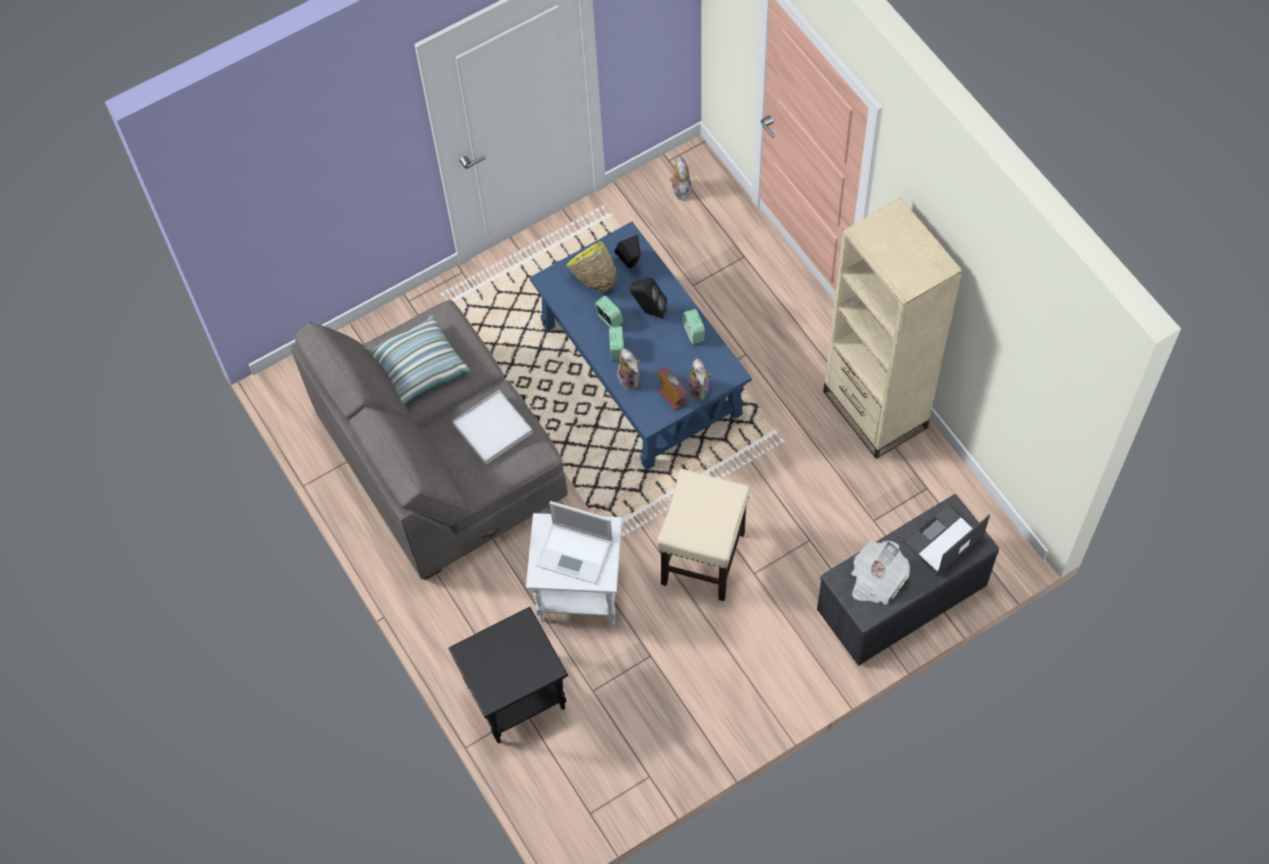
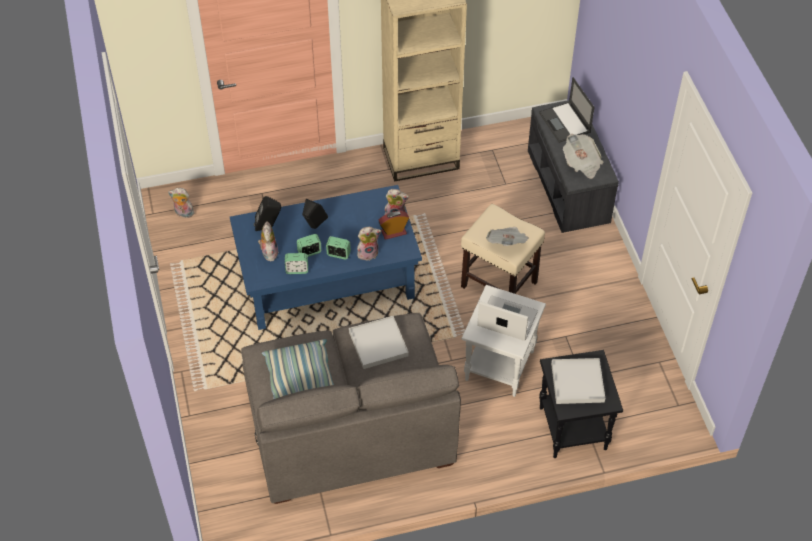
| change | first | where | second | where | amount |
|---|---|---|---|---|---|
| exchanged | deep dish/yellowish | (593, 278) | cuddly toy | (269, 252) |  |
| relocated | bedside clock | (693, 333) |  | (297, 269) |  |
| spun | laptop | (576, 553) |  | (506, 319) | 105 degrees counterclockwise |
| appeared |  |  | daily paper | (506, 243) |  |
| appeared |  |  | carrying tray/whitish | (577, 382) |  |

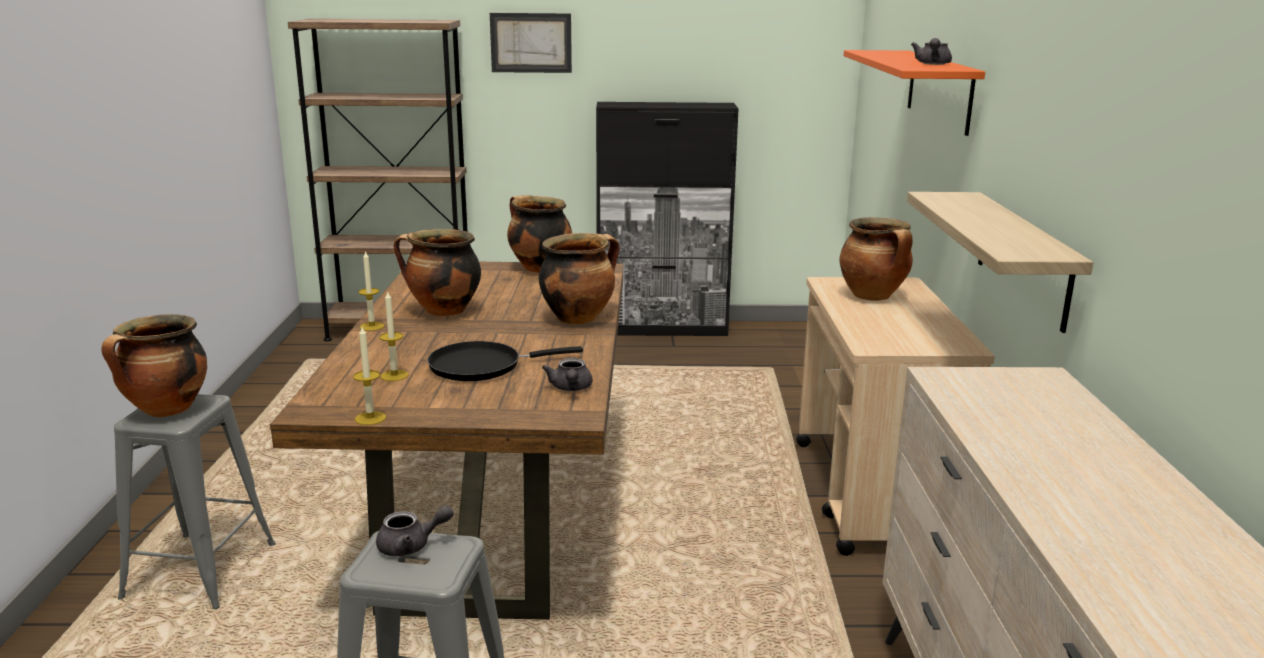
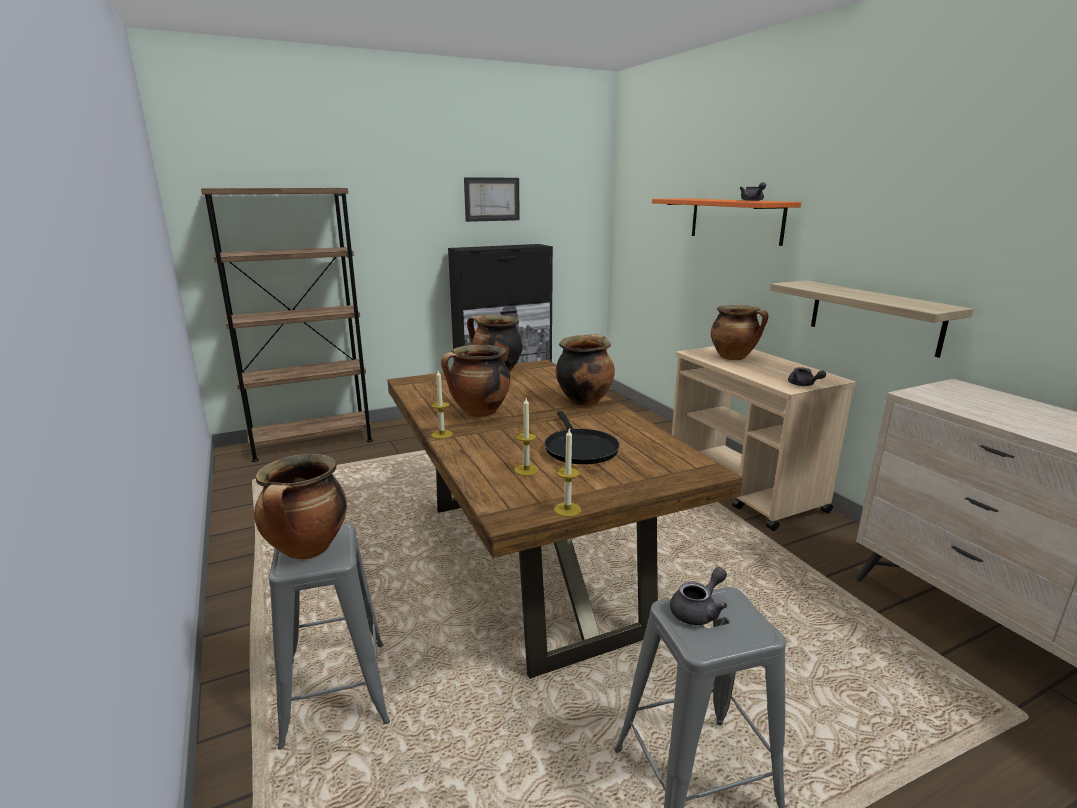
| change | first | where | second | where | amount |
|---|---|---|---|---|---|
| relocated | wall art | (531, 42) |  | (492, 199) |  |
| spun | skillet/black | (482, 366) |  | (579, 448) | 60 degrees counterclockwise |
| relocated | teapot/grey | (570, 388) |  | (803, 385) |  |

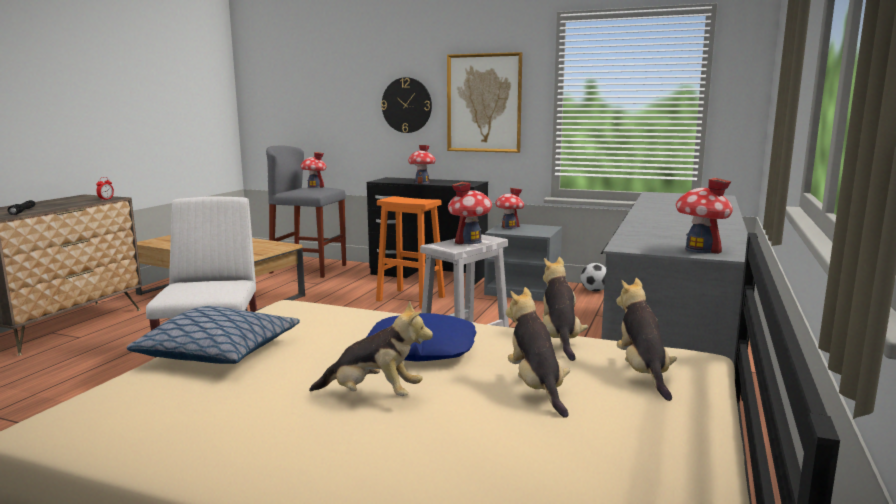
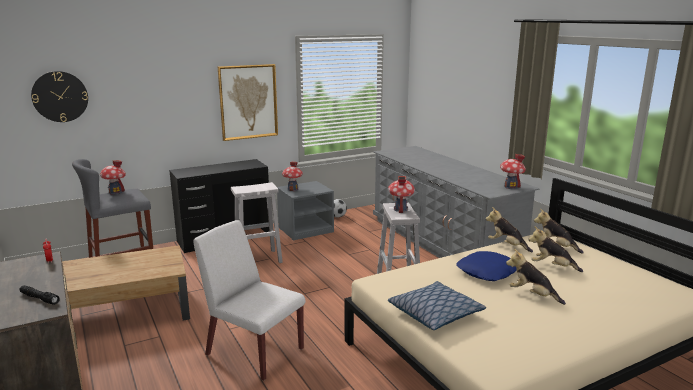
| change | first | where | second | where | amount |
|---|---|---|---|---|---|
| relocated | clock on the wall | (406, 105) |  | (60, 96) |  |
| colour | stool/orangey | (409, 298) | stool/whitish | (257, 259) |  |
| spun | cuddly toy | (373, 395) |  | (532, 295) | 105 degrees counterclockwise |
| missing | toy house | (422, 182) |  |  |  |

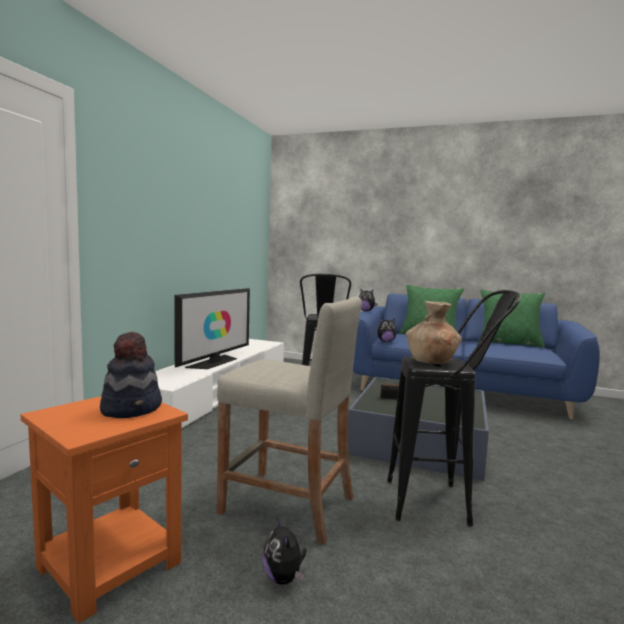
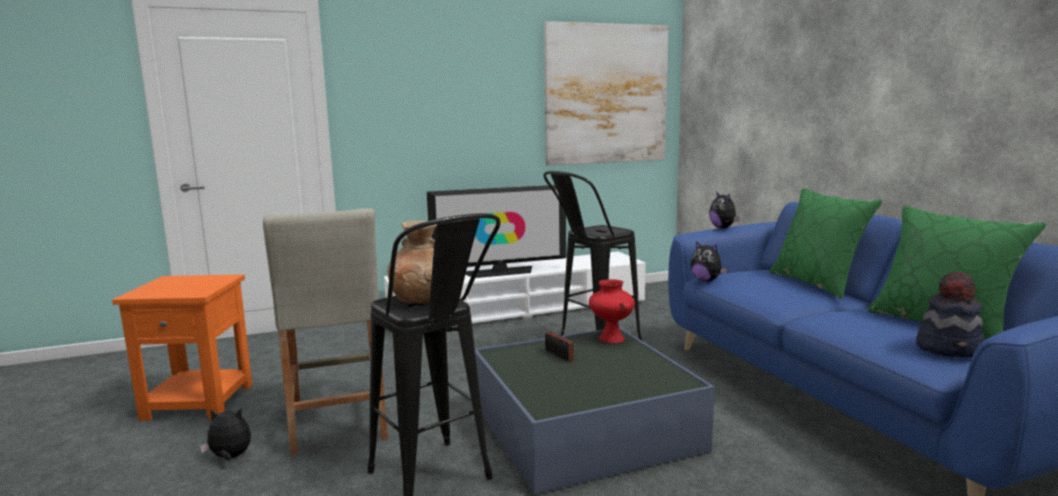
| change | first | where | second | where | amount |
|---|---|---|---|---|---|
| spun | cuddly toy | (284, 578) |  | (230, 457) | 60 degrees clockwise |
| appeared |  |  | wall art | (606, 94) |  |
| appeared |  |  | vase/reddish | (610, 338) |  |
| relocated | clothing hat | (132, 409) |  | (949, 348) |  |

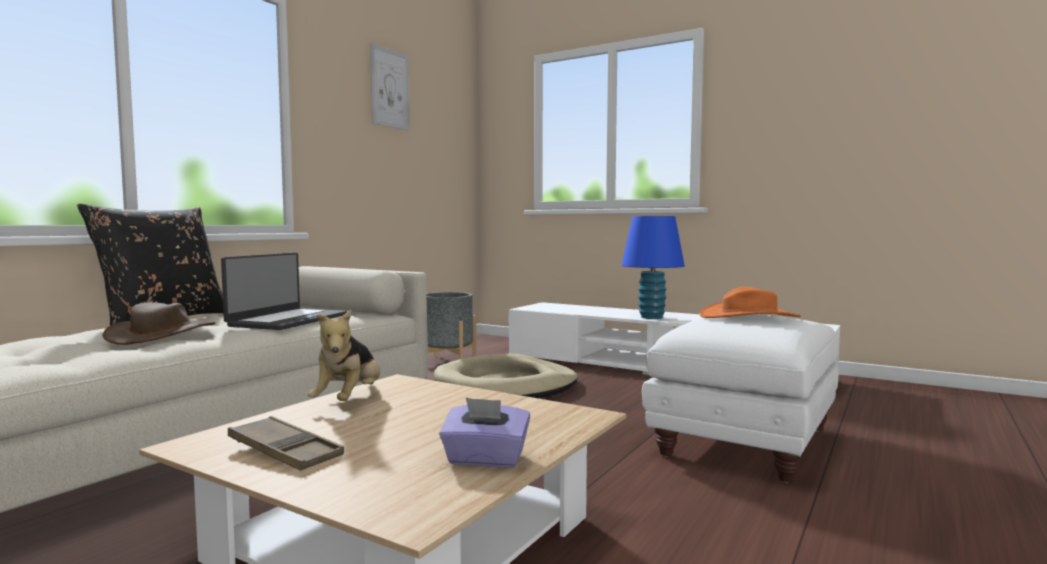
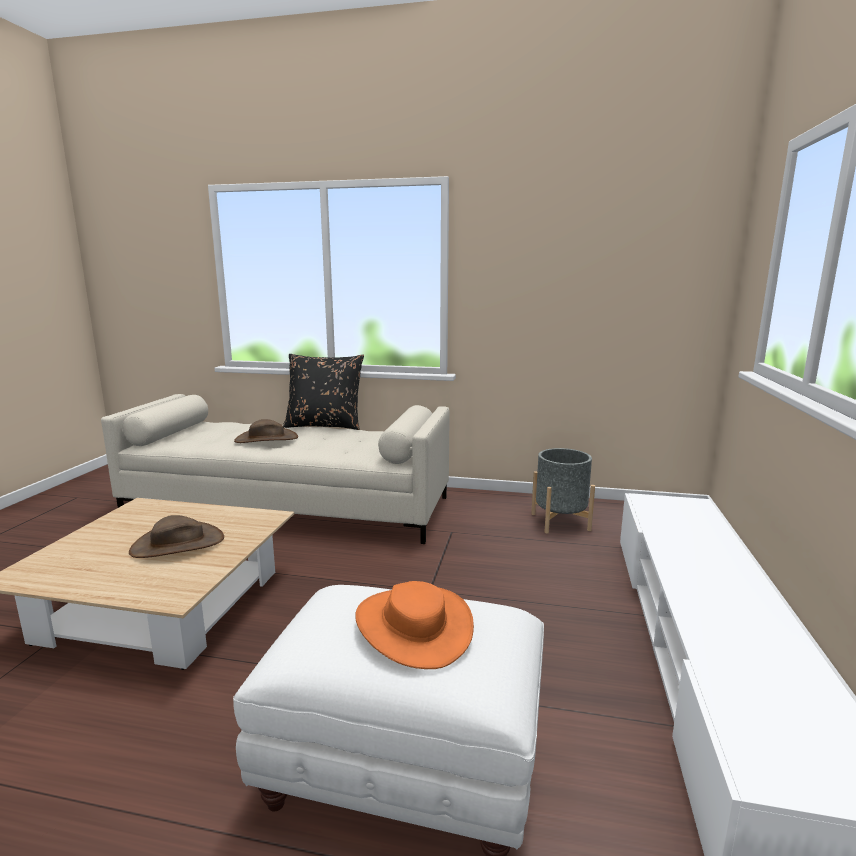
| change | first | where | second | where | amount |
|---|---|---|---|---|---|
| appeared |  |  | clothing hat/brown-coloured | (177, 544) |  |
| missing | laptop | (287, 320) |  |  |  |
| missing | carrying tray/brown-coloured | (285, 451) |  |  |  |
| missing | cuddly toy | (349, 401) |  |  |  |
| missing | wall art | (389, 88) |  |  |  |
| missing | dog cushion/beige | (506, 385) |  |  |  |
| missing | tissue box/purplish | (485, 460) |  |  |  |
| missing | tabletop lamp/blue-coloured | (651, 317) |  |  |  |

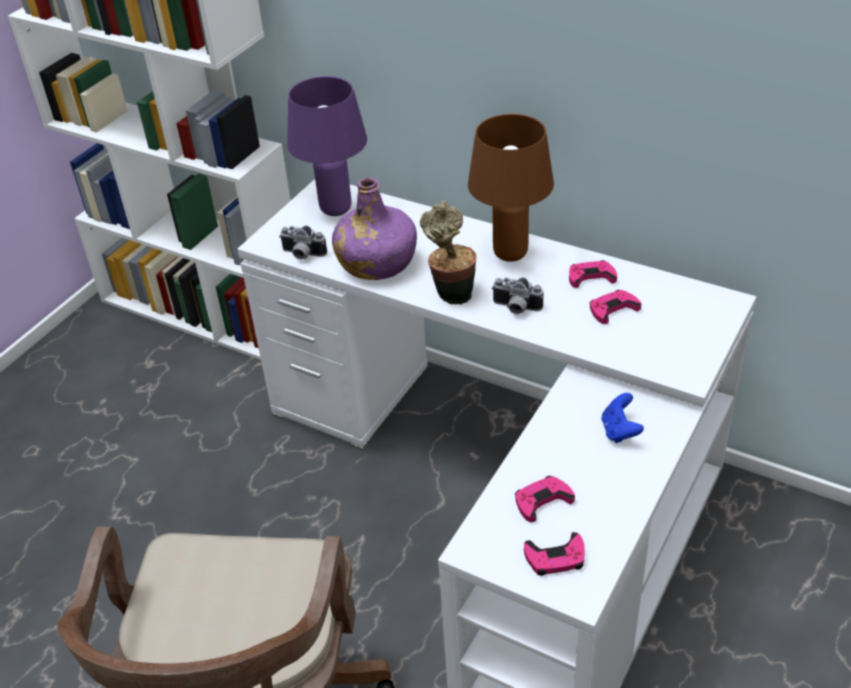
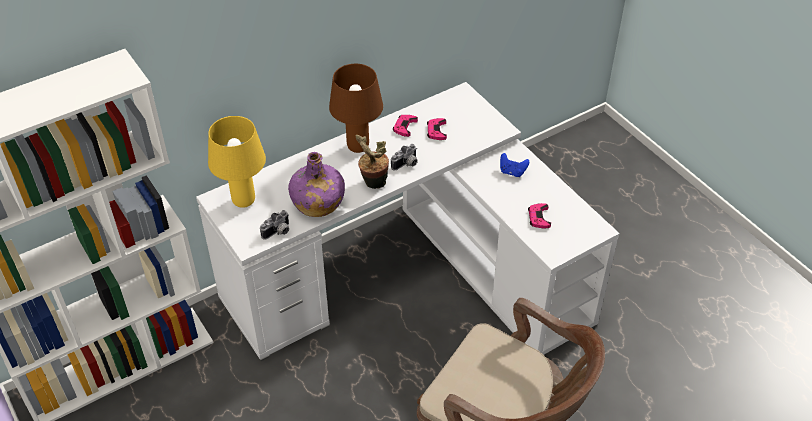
| change | first | where | second | where | amount |
|---|---|---|---|---|---|
| colour | tabletop lamp/purplish | (334, 209) | tabletop lamp/yellowish | (243, 201) |  |
| missing | joypad/pink | (555, 558) |  |  |  |

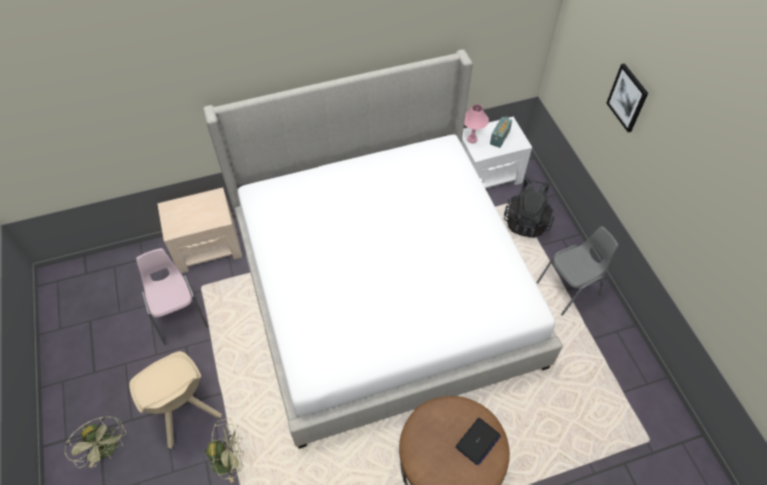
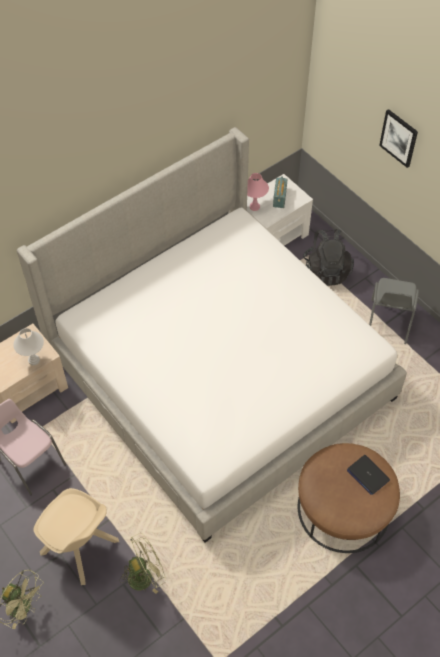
| change | first | where | second | where | amount |
|---|---|---|---|---|---|
| appeared |  |  | tabletop lamp/whitish | (34, 360) |  |
| spun | laptop | (477, 441) |  | (368, 475) | 120 degrees clockwise |
| spun | plain chair/grey | (569, 289) |  | (388, 322) | 150 degrees clockwise |

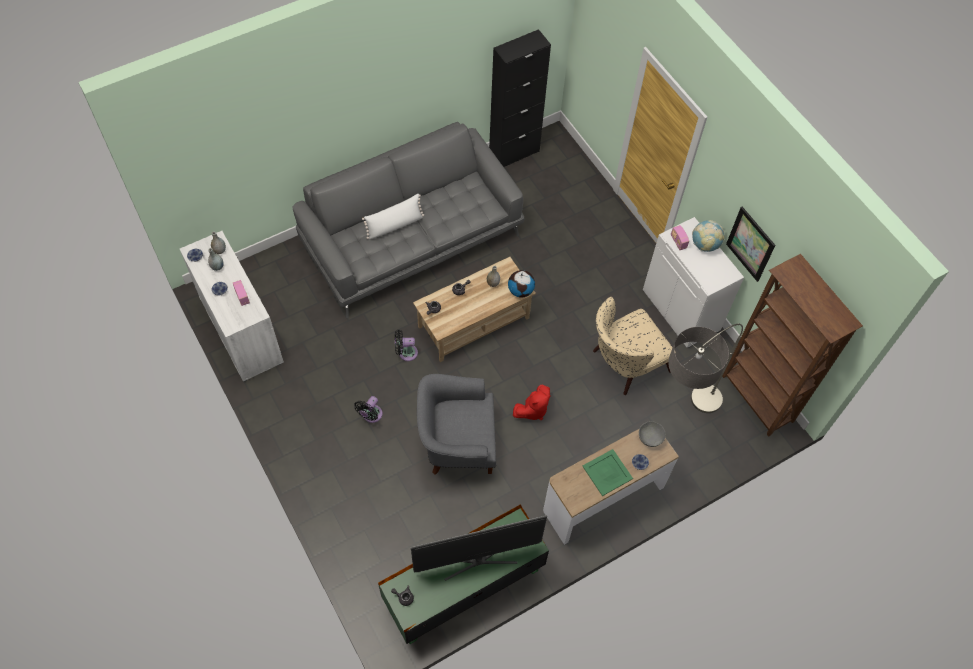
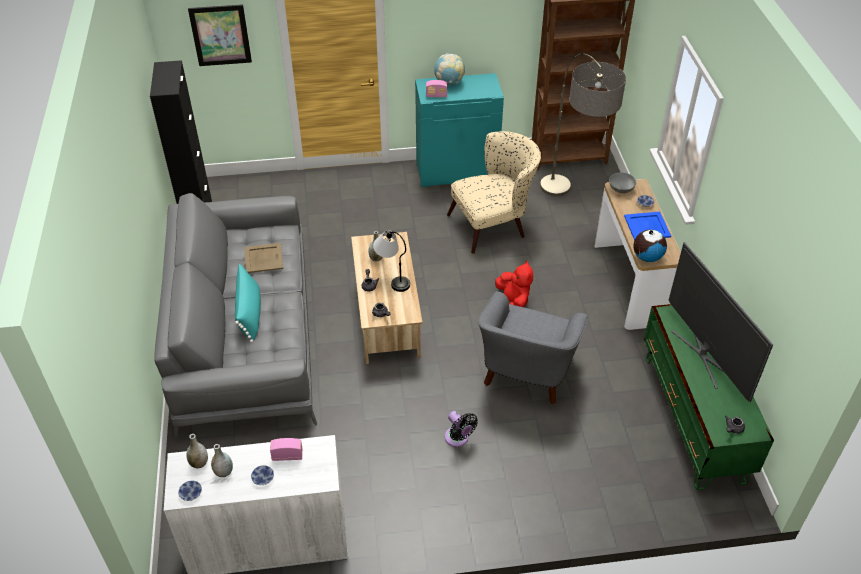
| change | first | where | second | where | amount |
|---|---|---|---|---|---|
| relocated | wall art | (750, 244) |  | (220, 35) |  |
| colour | throw pillow/whitish | (395, 225) | throw pillow/blue-green | (250, 313) |  |
| appeared |  |  | carrying tray/beige | (264, 258) |  |
| appeared |  |  | tabletop lamp | (392, 277) |  |
| colour | cupboard/whitish | (681, 310) | cupboard/blue-green | (457, 171) |  |
| spun | easy chair/beige | (624, 364) |  | (494, 224) | 105 degrees counterclockwise |
| colour | carrying tray/greenish | (608, 472) | carrying tray/blue-coloured | (647, 226) |  |
| relocated | world globe | (521, 290) |  | (647, 257) |  |
| spun | television | (478, 559) |  | (704, 355) | 150 degrees clockwise |
| missing | cooling fan/black | (406, 353) |  |  |  |

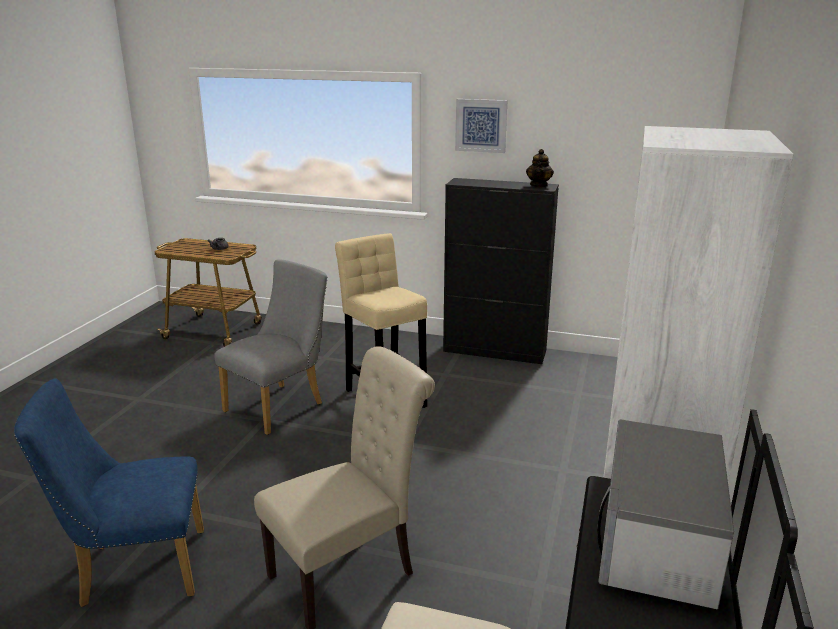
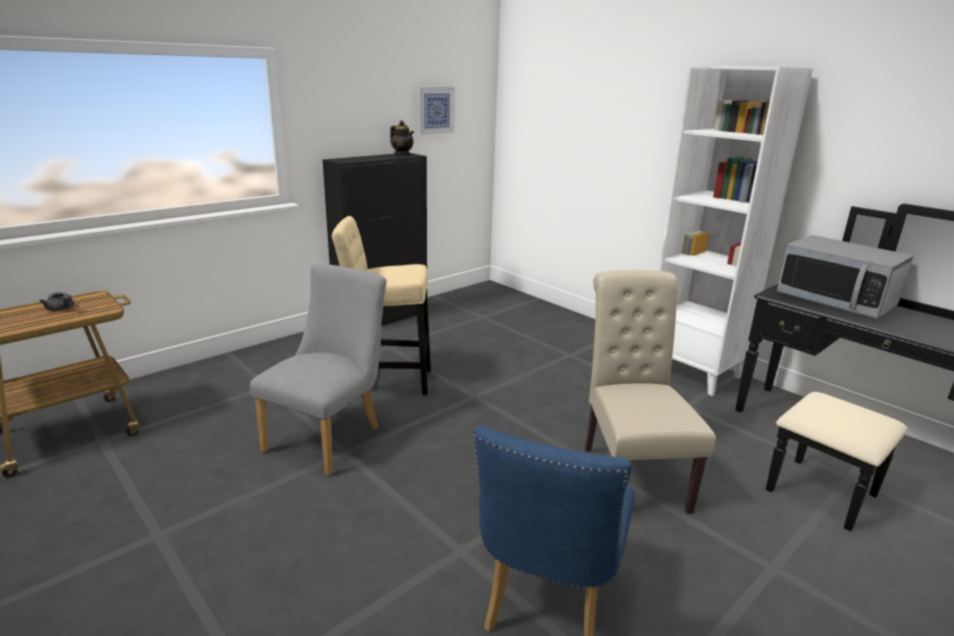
| change | first | where | second | where | amount |
|---|---|---|---|---|---|
| spun | plain chair/grey | (280, 406) |  | (330, 436) | 45 degrees clockwise |
| relocated | wall art | (481, 125) |  | (435, 110) |  |

